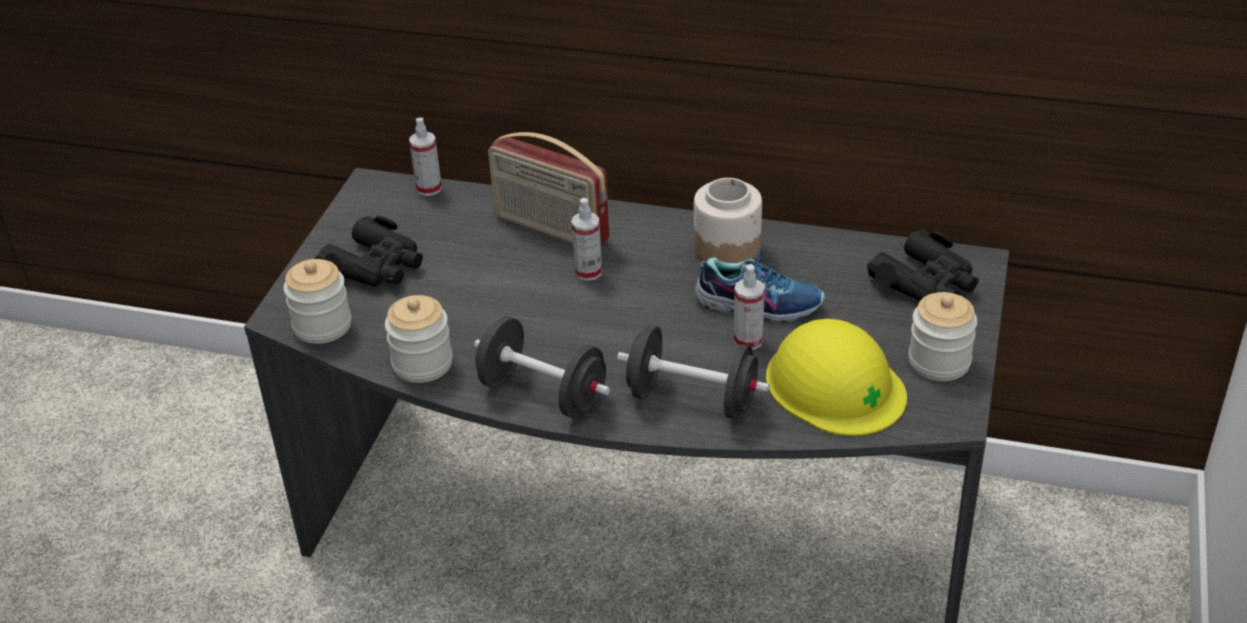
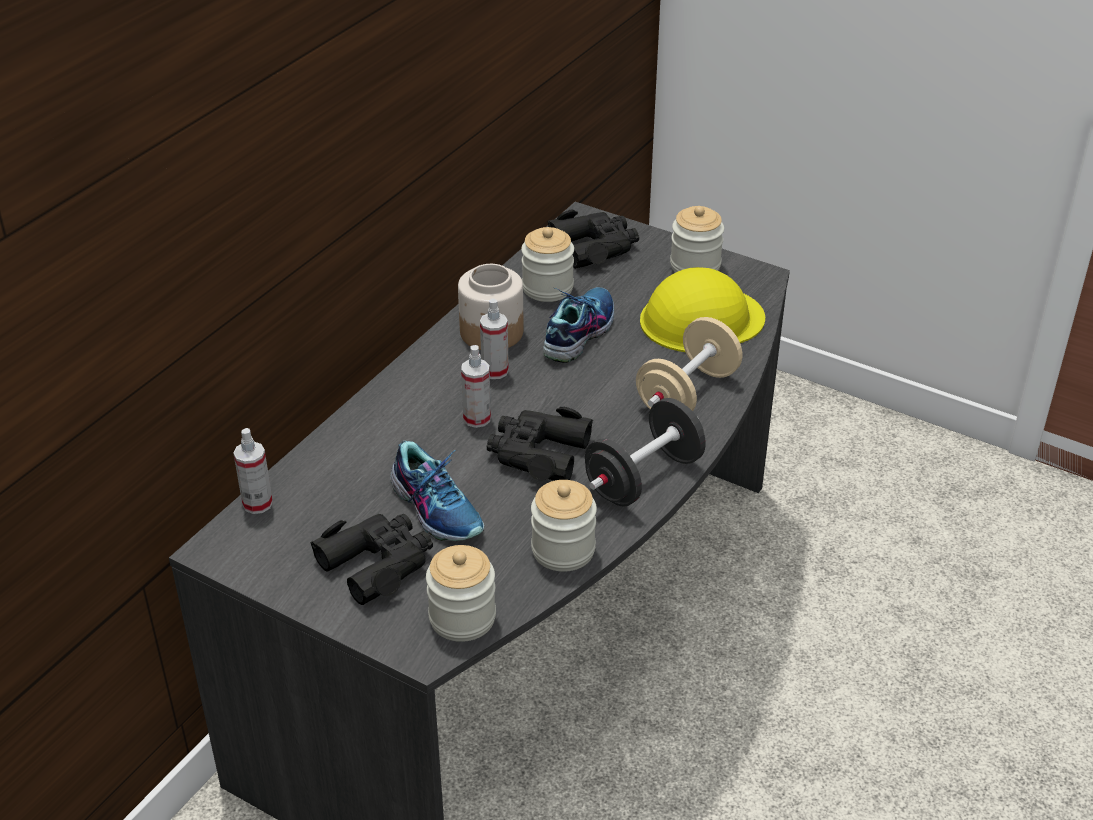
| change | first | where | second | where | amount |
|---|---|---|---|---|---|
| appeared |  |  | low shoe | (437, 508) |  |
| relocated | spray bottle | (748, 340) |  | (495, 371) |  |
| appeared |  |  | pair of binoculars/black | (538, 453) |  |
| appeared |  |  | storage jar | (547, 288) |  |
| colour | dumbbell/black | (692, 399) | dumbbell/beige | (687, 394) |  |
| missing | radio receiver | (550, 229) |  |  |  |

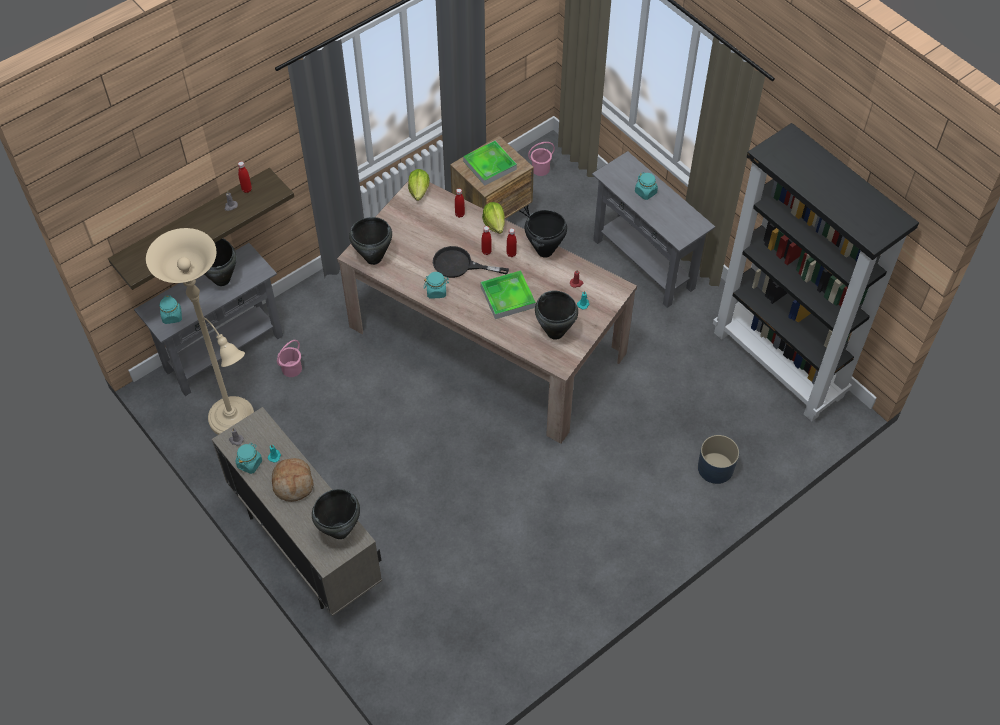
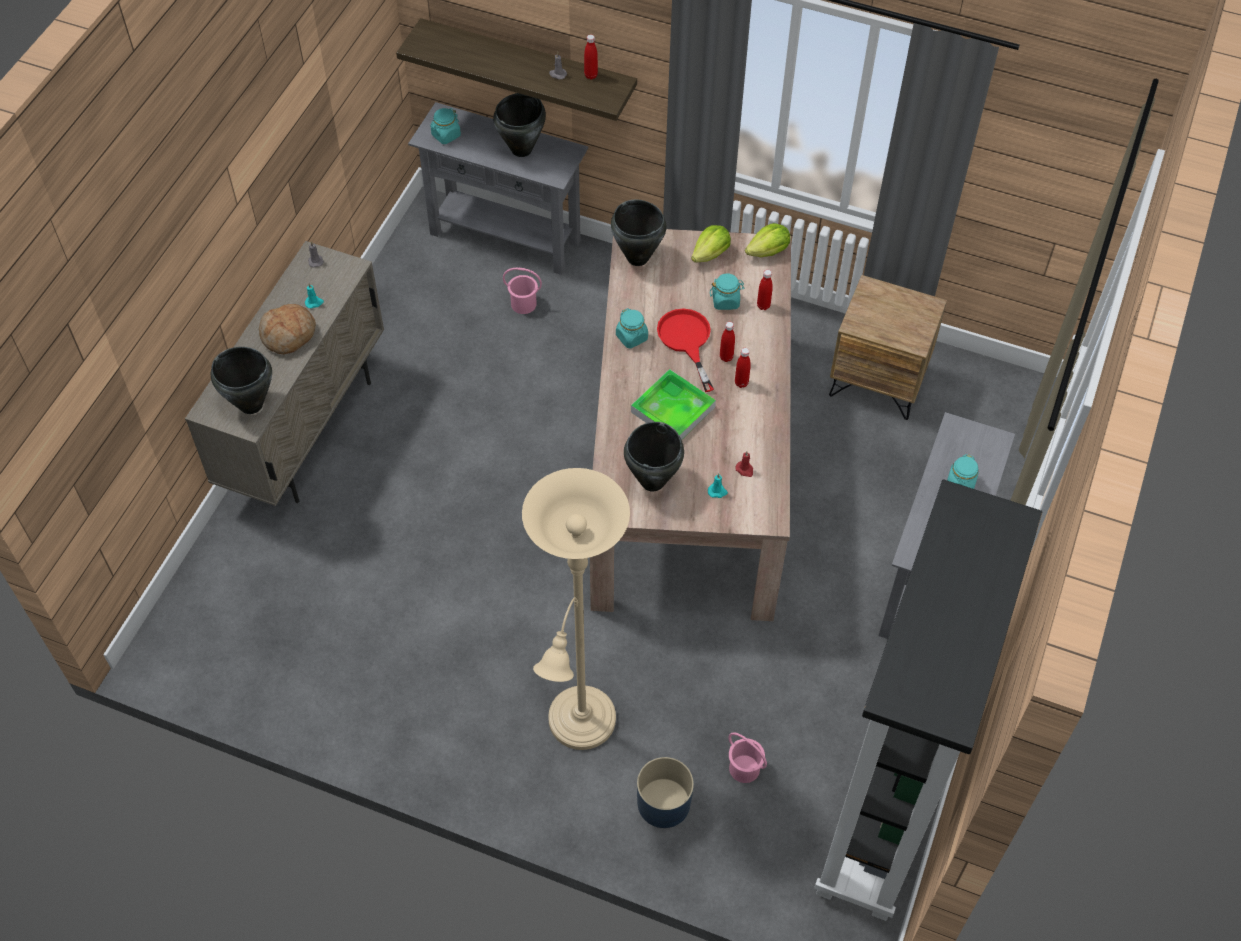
| change | first | where | second | where | amount |
|---|---|---|---|---|---|
| relocated | standard lamp/beige | (235, 422) |  | (579, 727) |  |
| colour | skillet/black | (459, 265) | skillet/reddish | (686, 341) |  |
| relocated | lettuce head | (494, 224) |  | (711, 254) |  |
| relocated | storage jar/blue-green | (249, 463) |  | (726, 301) |  |
| relocated | bucket/pink | (540, 169) |  | (744, 768) |  |
| missing | carrying tray | (490, 165) |  |  |  |
| missing | cooking pot/black | (545, 251) |  |  |  |

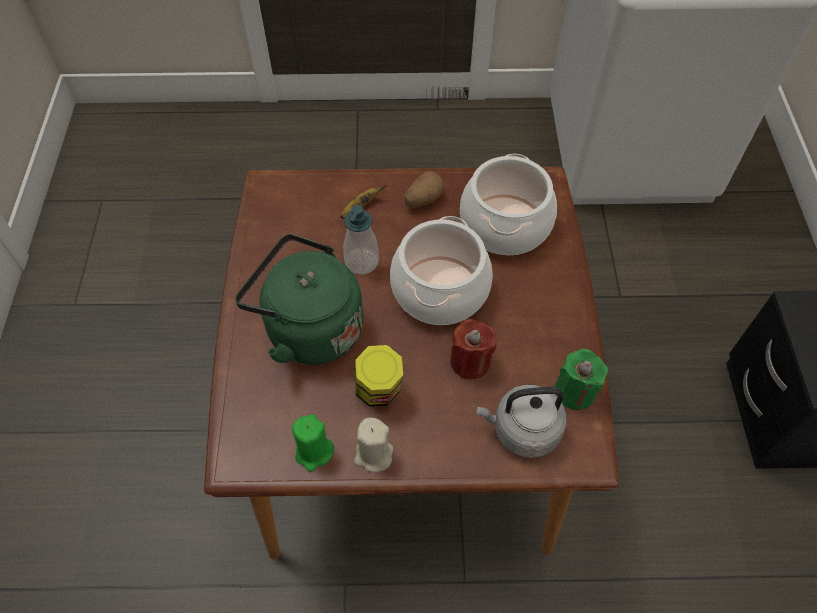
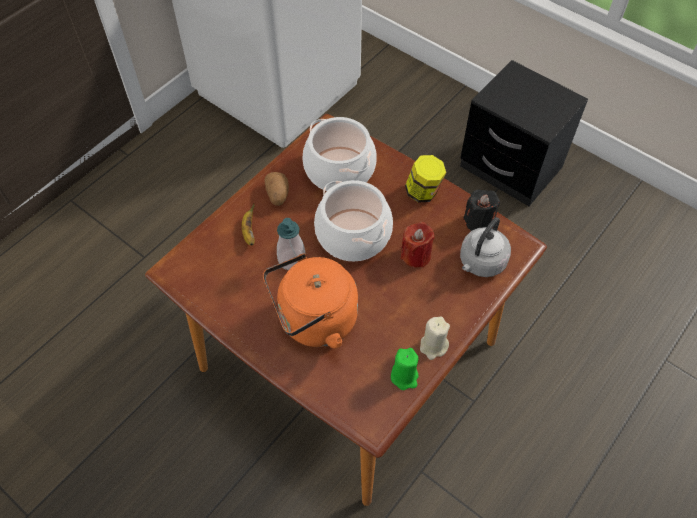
| change | first | where | second | where | amount |
|---|---|---|---|---|---|
| colour | tea kettle/greenish | (309, 328) | tea kettle/orangey | (314, 321) |  |
| relocated | storage jar | (379, 390) |  | (423, 192) |  |
| colour | wax light/greenish | (575, 391) | wax light/black | (478, 221) |  |

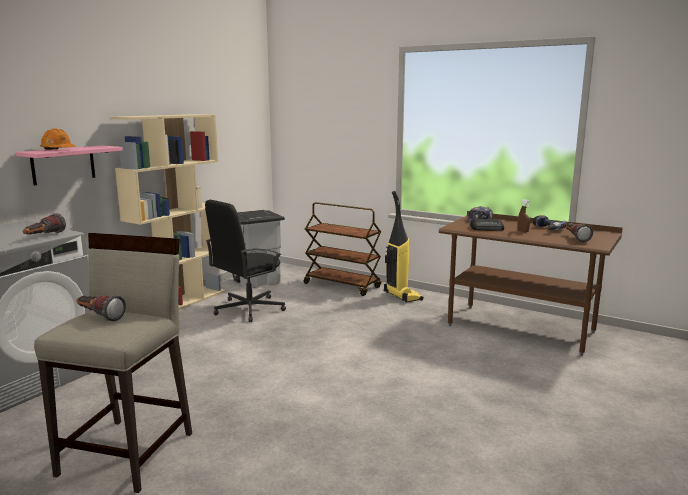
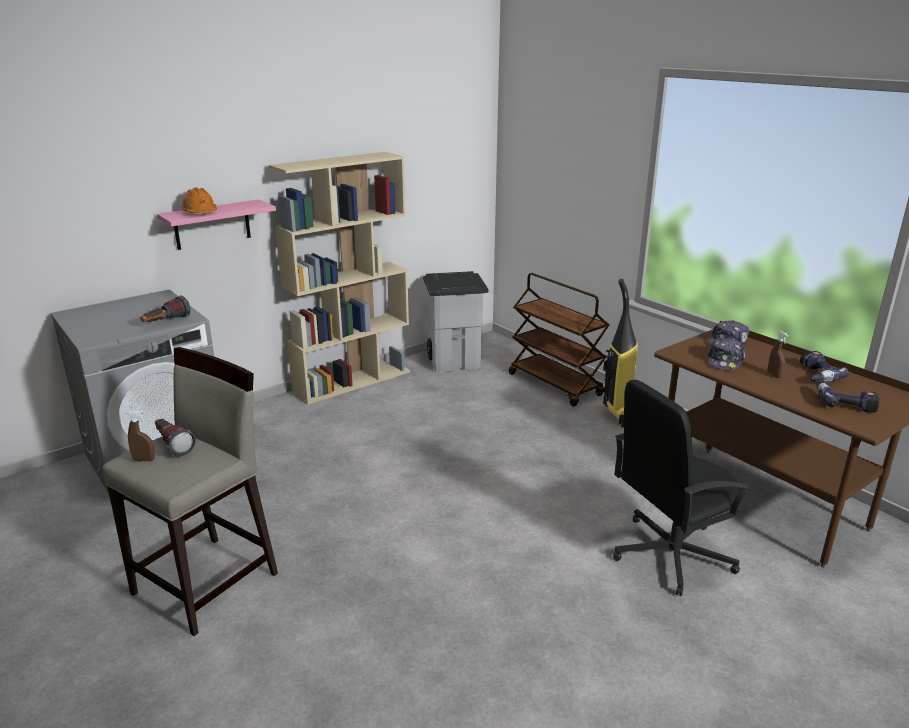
| change | first | where | second | where | amount |
|---|---|---|---|---|---|
| appeared |  |  | spray bottle/brown-coloured | (144, 460) |  |
| relocated | office chair/black | (248, 309) |  | (670, 554) |  |
| exchanged | radio receiver | (487, 228) | baseball cap | (725, 361) |  |
| exchanged | torch | (575, 238) | electric drill | (844, 403) |  |

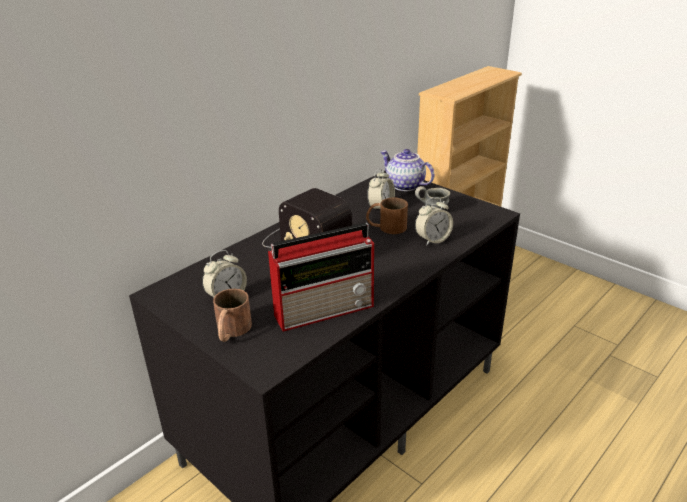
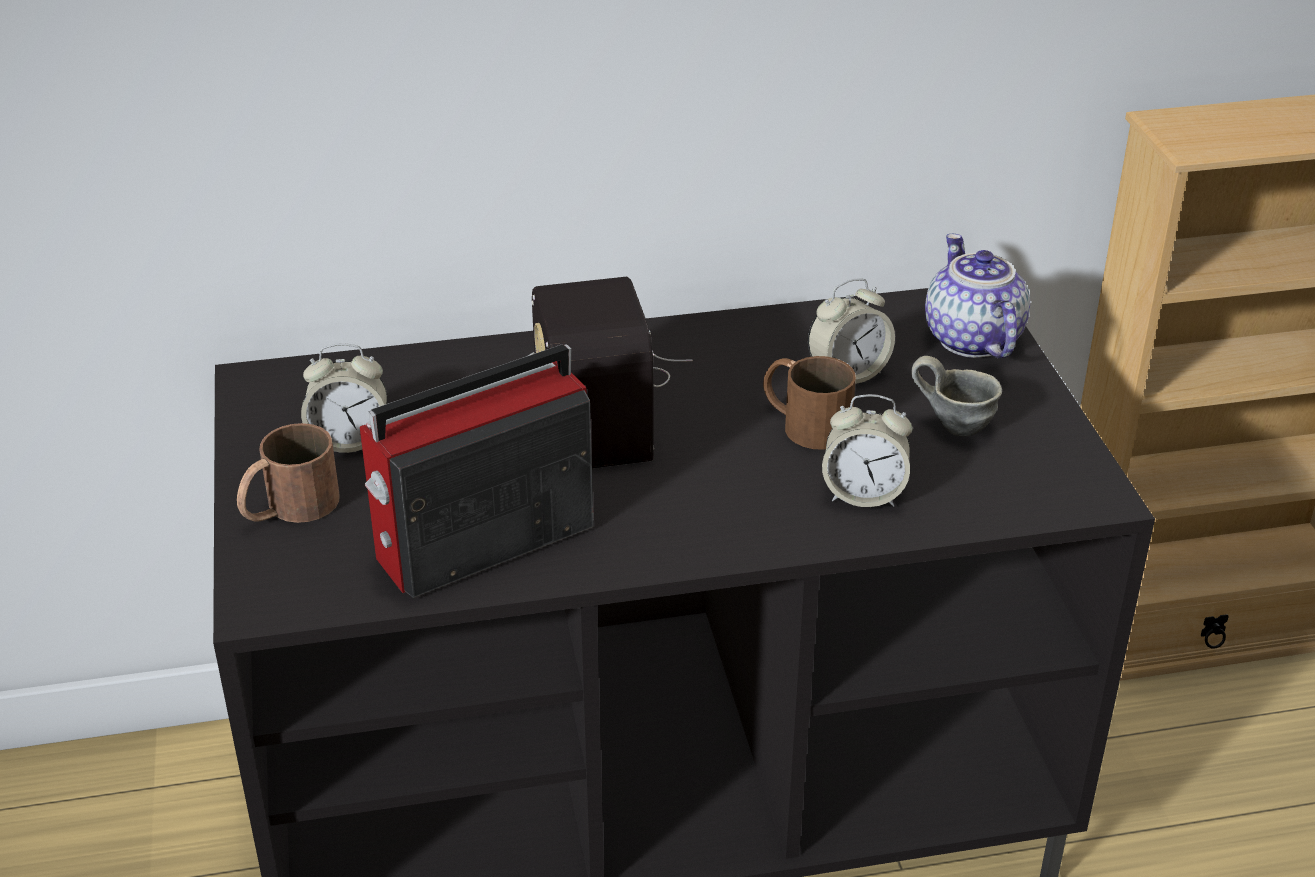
| change | first | where | second | where | amount |
|---|---|---|---|---|---|
| spun | radio receiver | (326, 309) |  | (481, 543) | 135 degrees clockwise |

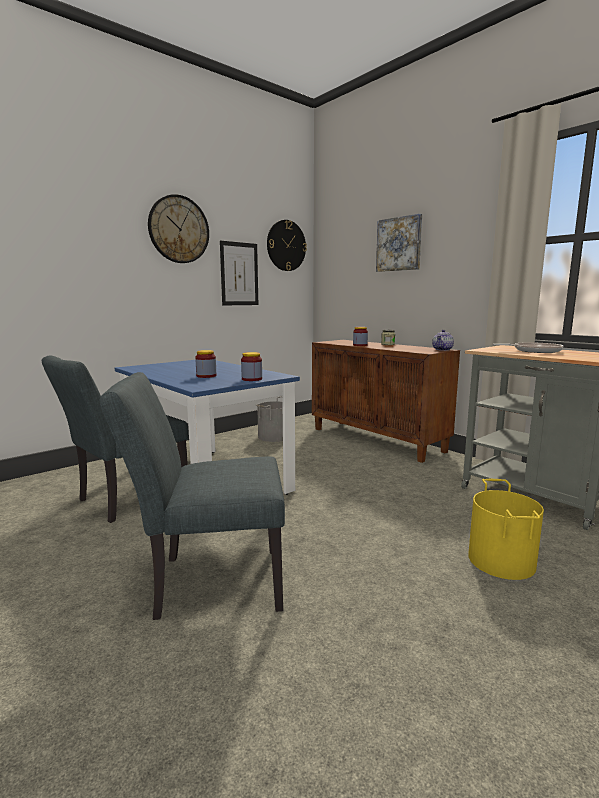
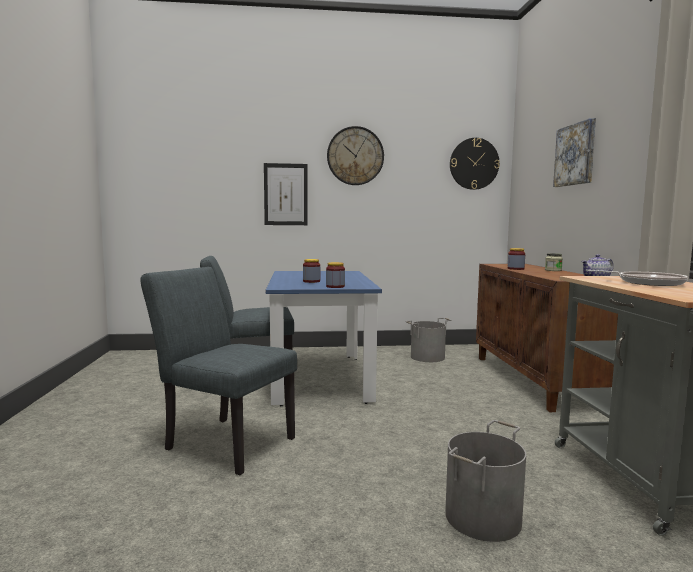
| change | first | where | second | where | amount |
|---|---|---|---|---|---|
| relocated | wall art | (239, 274) |  | (285, 194) |  |
| colour | bucket/yellowish | (500, 560) | bucket/grey | (481, 517) |  |

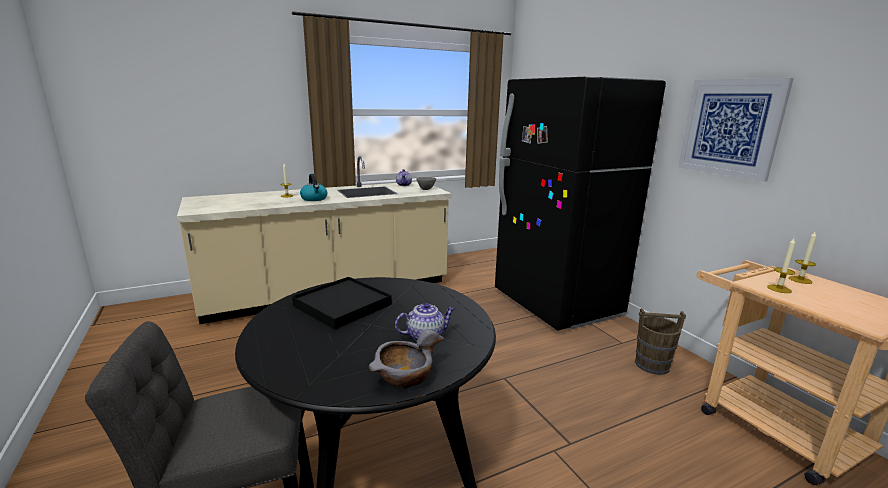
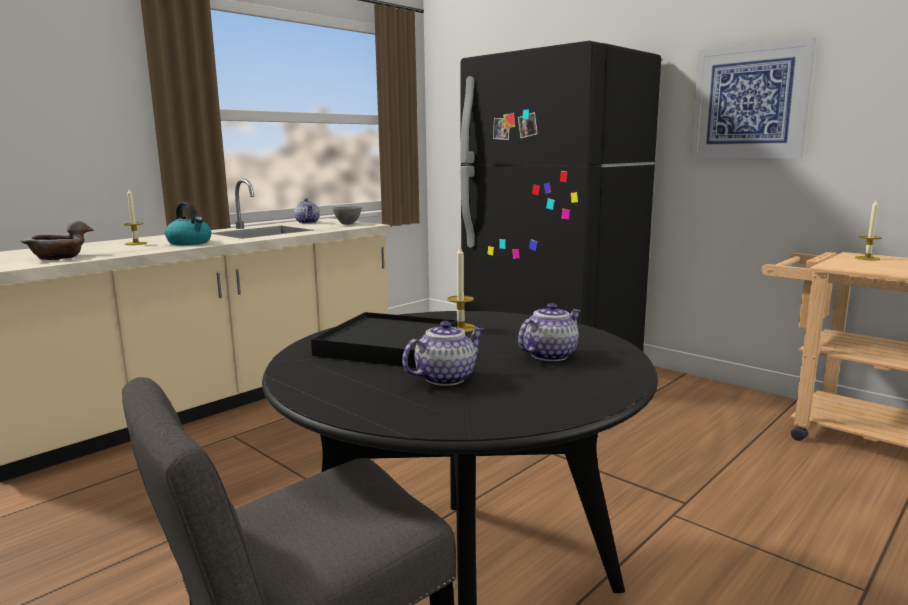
| change | first | where | second | where | amount |
|---|---|---|---|---|---|
| relocated | deep dish/grey | (404, 376) |  | (58, 257) |  |
| appeared |  |  | teapot | (446, 378) |  |
| relocated | wax light | (779, 289) |  | (460, 328) |  |
| missing | bucket/brown-coloured | (651, 365) |  |  |  |

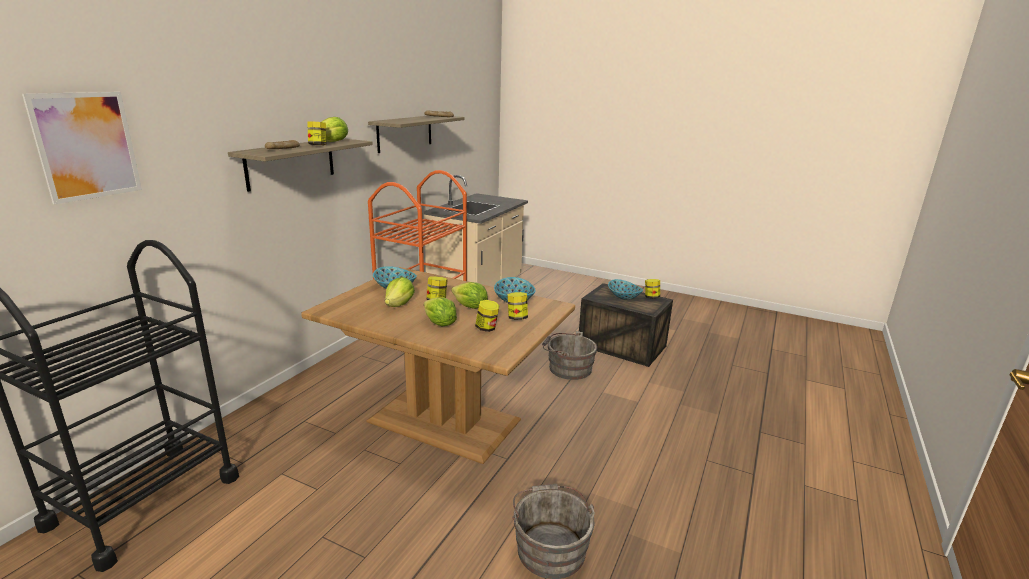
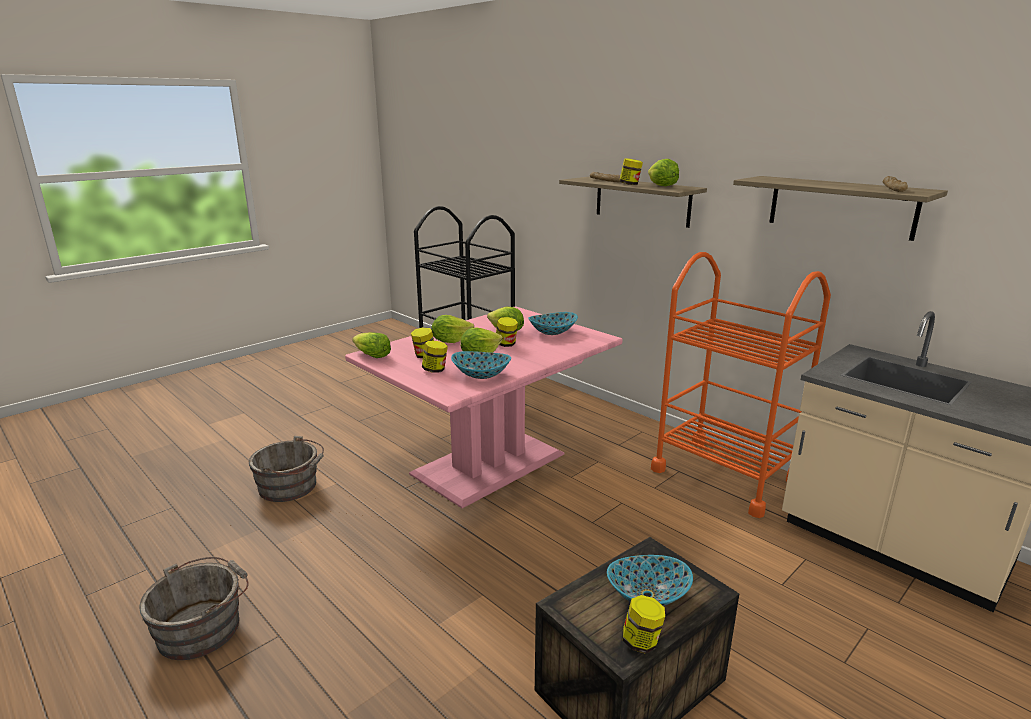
| change | first | where | second | where | amount |
|---|---|---|---|---|---|
| relocated | bucket/grey | (567, 368) |  | (204, 627) |  |
| colour | dining table/brown-coloured | (445, 419) | dining table/pink | (490, 464) |  |
| appeared |  |  | lettuce head | (371, 355) |  |
| missing | wall art | (86, 146) |  |  |  |

